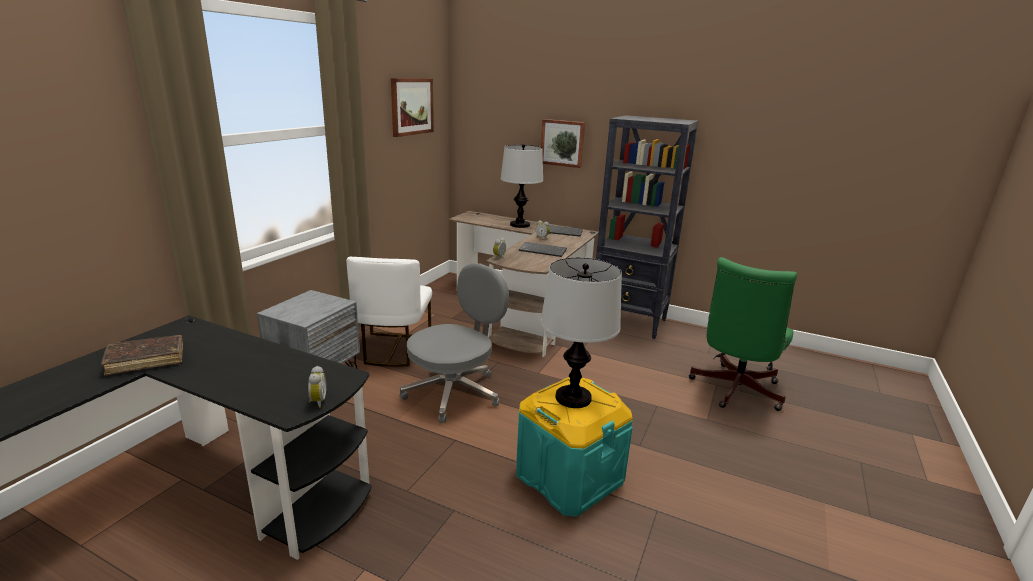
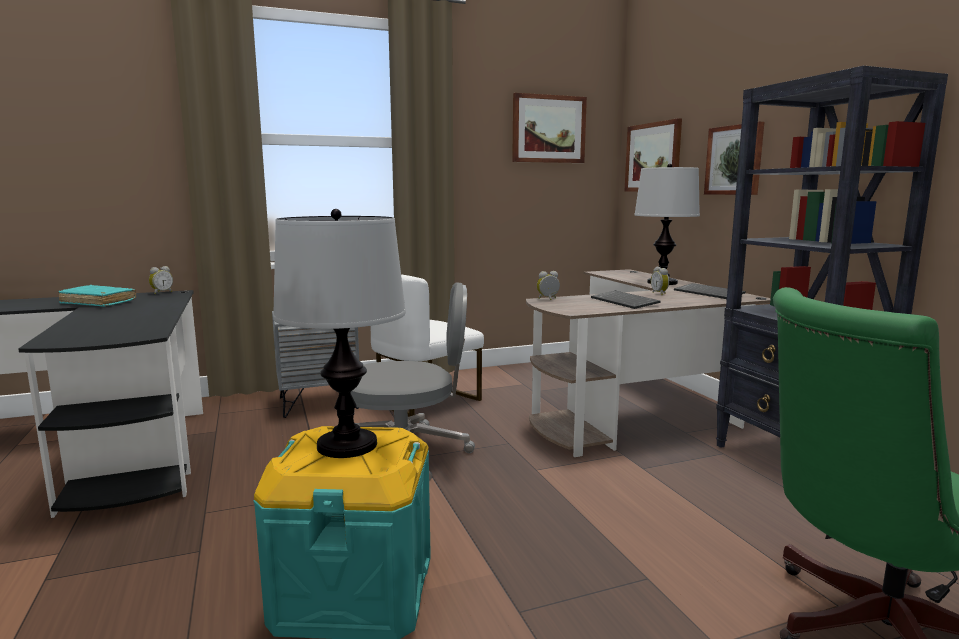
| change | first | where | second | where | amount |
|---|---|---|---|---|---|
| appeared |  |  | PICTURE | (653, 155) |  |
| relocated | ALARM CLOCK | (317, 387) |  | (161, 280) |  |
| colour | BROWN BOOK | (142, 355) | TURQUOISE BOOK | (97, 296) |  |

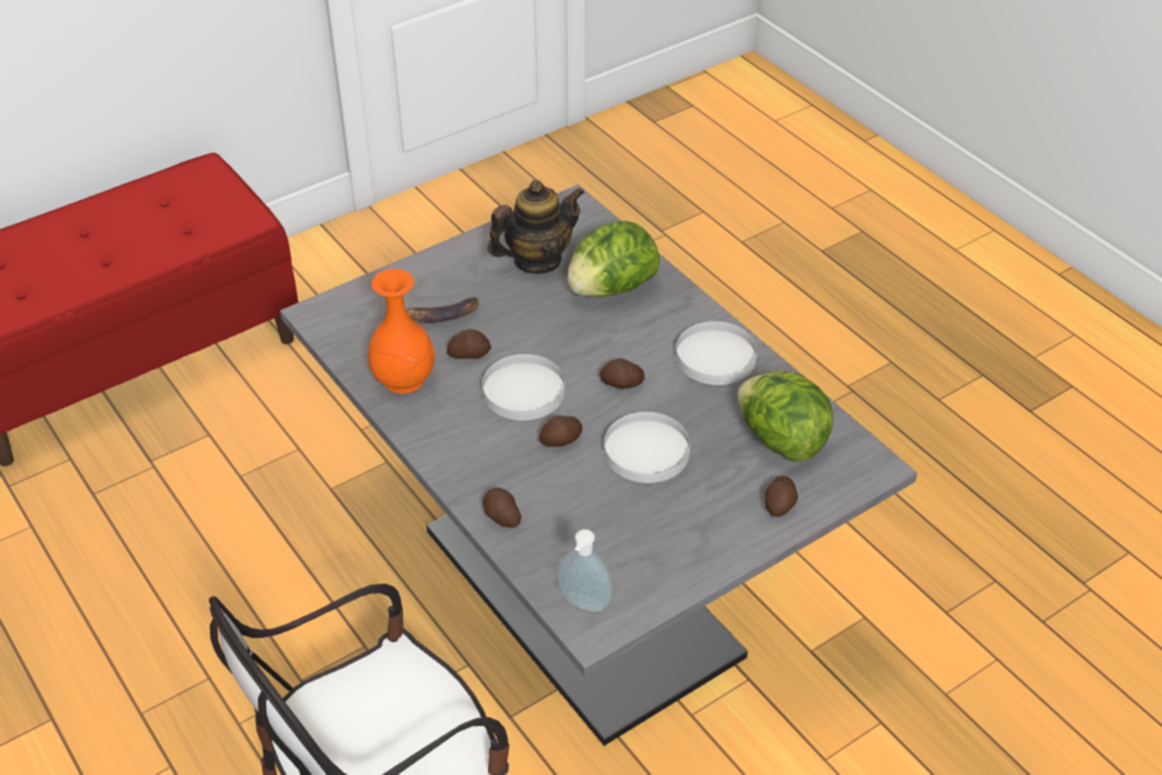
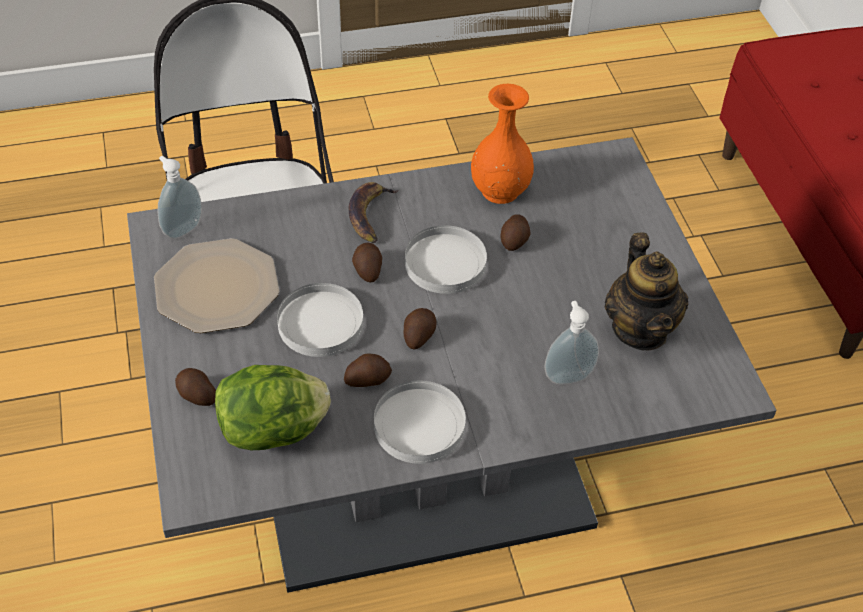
| change | first | where | second | where | amount |
|---|---|---|---|---|---|
| appeared |  |  | PLATE | (217, 285) |  |
| relocated | BANANA | (442, 310) |  | (373, 212) |  |
| relocated | POTATO | (502, 508) |  | (368, 370) |  |
| exchanged | LETTUCE | (613, 259) | SOAP DISPENSER | (571, 342) |  |

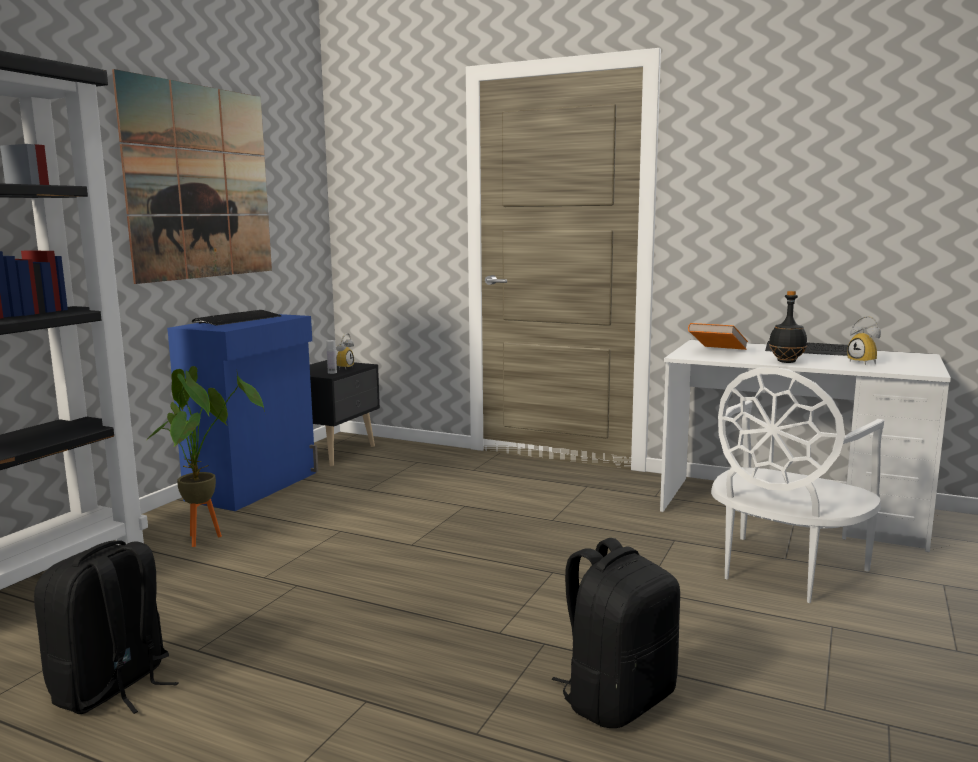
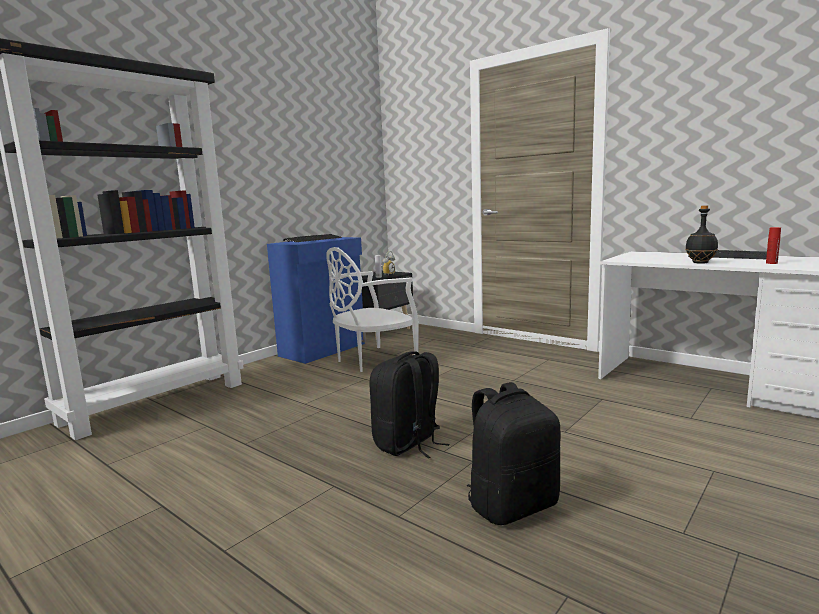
| change | first | where | second | where | amount |
|---|---|---|---|---|---|
| missing | PICTURE | (192, 176) |  |  |  |
| missing | POTTED PLANT | (206, 456) |  |  |  |
| missing | ORANGE BOOK | (718, 336) |  |  |  |
| relocated | BLACK BACKPACK | (106, 627) |  | (410, 404) |  |
| relocated | WHITE CHAIR | (797, 485) |  | (372, 309) |  |
| exchanged | ALARM CLOCK | (864, 340) | RED BOTTLE | (773, 245) |  |

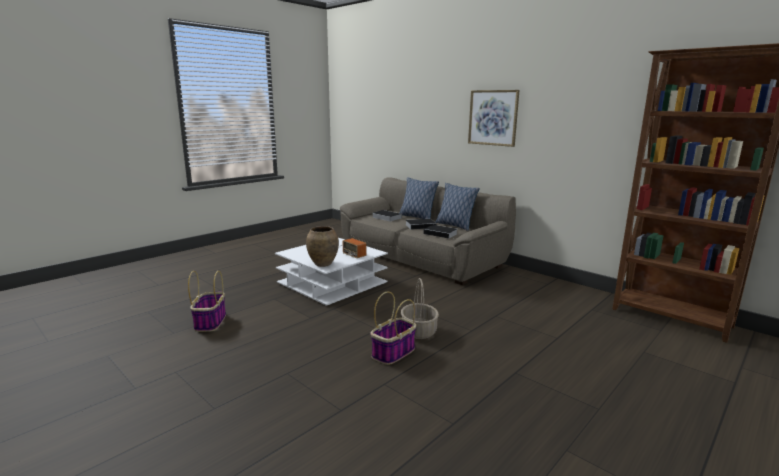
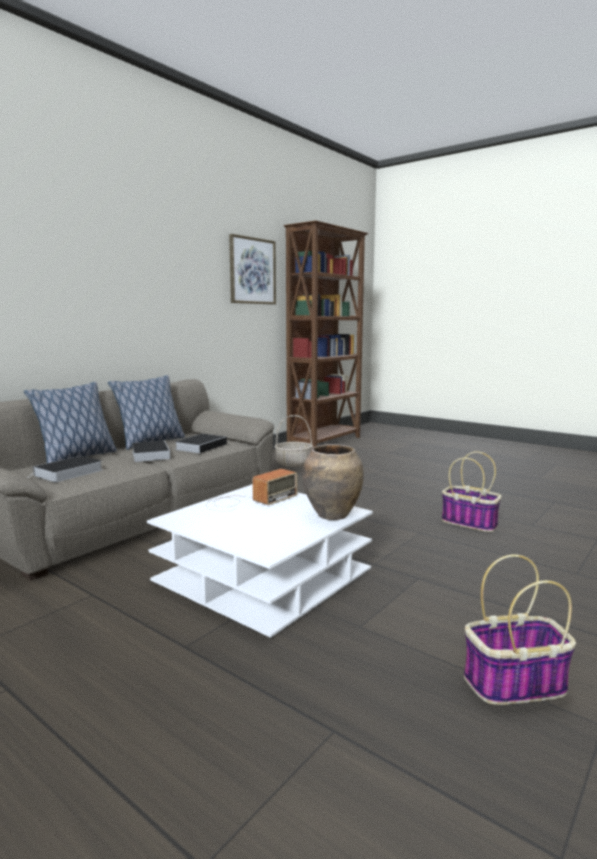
| change | first | where | second | where | amount |
|---|---|---|---|---|---|
| relocated | BASKET | (420, 308) |  | (294, 441) |  |
| relocated | PICTURE | (494, 118) |  | (252, 269) |  |

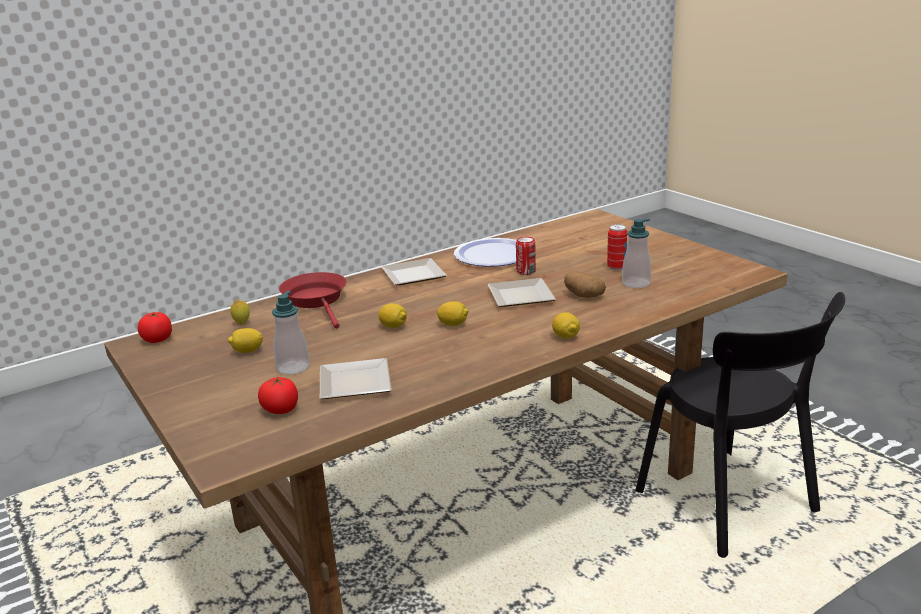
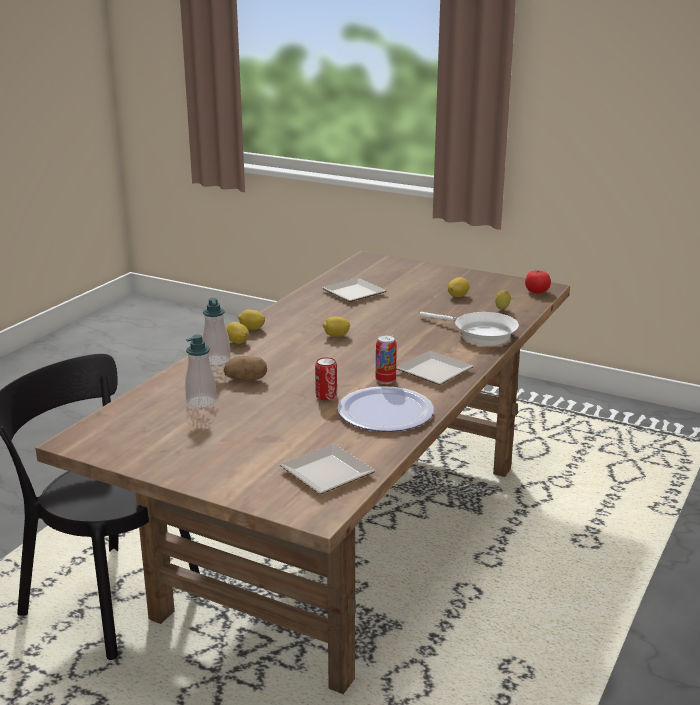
| change | first | where | second | where | amount |
|---|---|---|---|---|---|
| missing | TOMATO | (278, 395) |  |  |  |
| relocated | SOAP DISPENSER | (291, 333) |  | (216, 331) |  |
| relocated | LEMON | (392, 315) |  | (251, 320) |  |
| relocated | PLATE | (522, 292) |  | (328, 469) |  |
| relocated | CAN | (617, 247) |  | (386, 359) |  |
| colour | RED FRYING PAN | (313, 300) | WHITE FRYING PAN | (469, 328) |  |

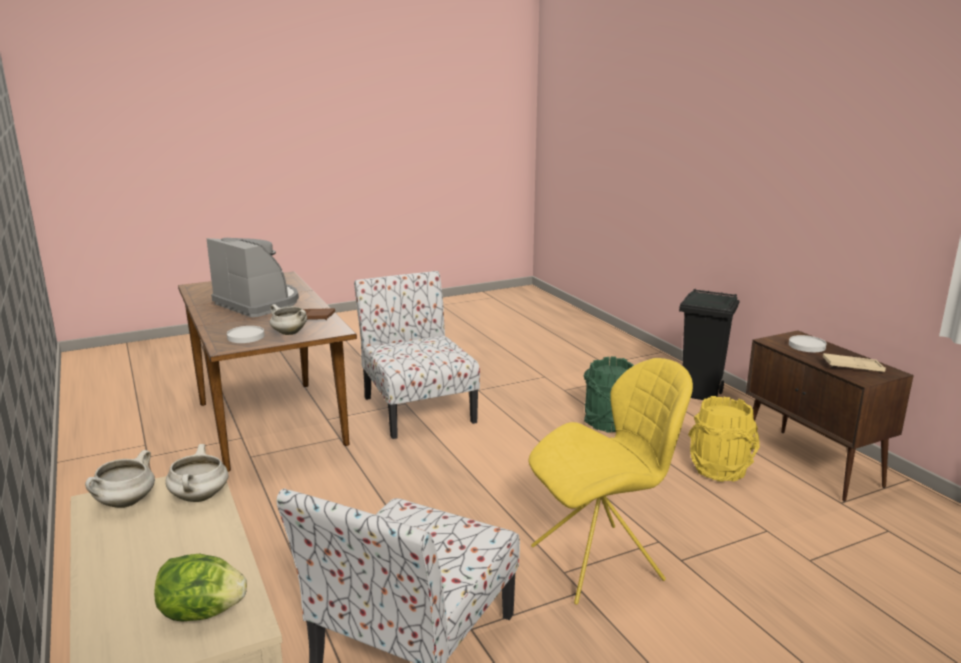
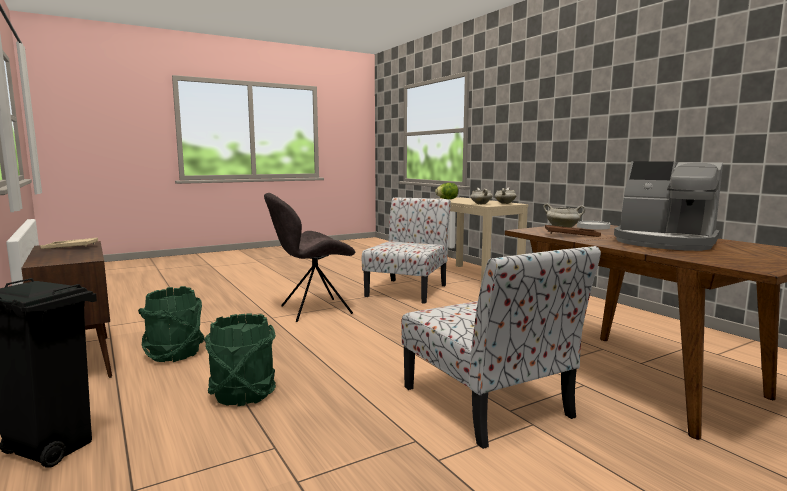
| change | first | where | second | where | amount |
|---|---|---|---|---|---|
| missing | WHITE PLATE | (808, 343) |  |  |  |
| colour | YELLOW CHAIR | (610, 481) | GREY CHAIR | (309, 257) |  |
| colour | YELLOW BUCKET | (724, 439) | GREEN BUCKET | (171, 324) |  |

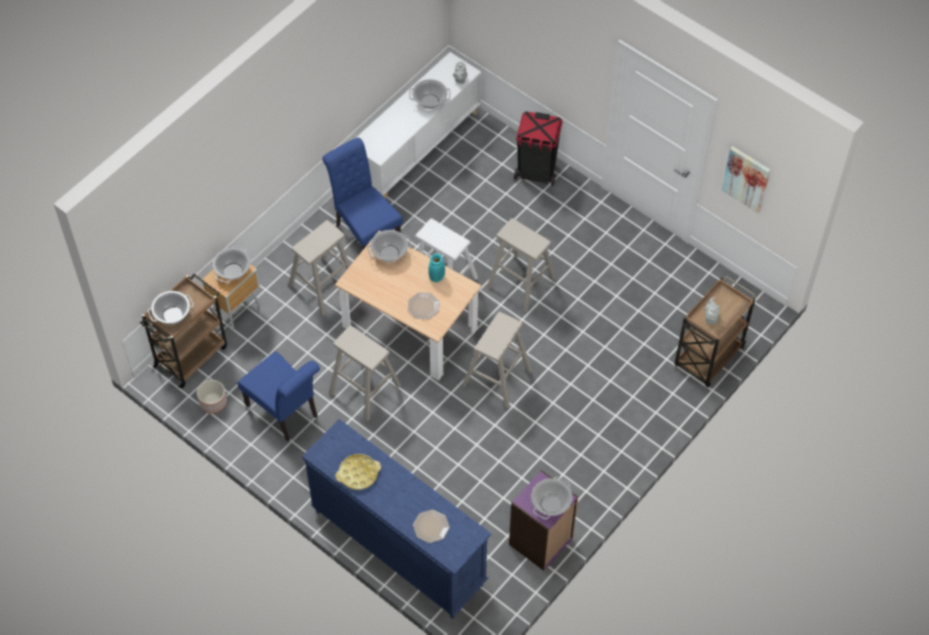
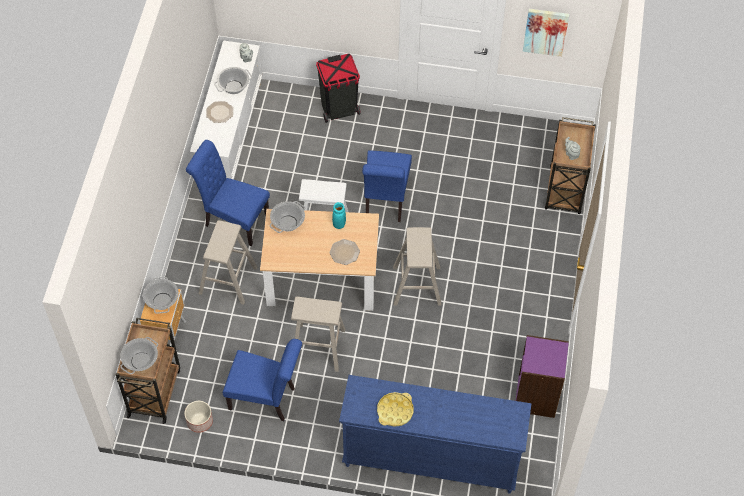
| change | first | where | second | where | amount |
|---|---|---|---|---|---|
| missing | COOKING POT | (551, 498) |  |  |  |
| relocated | PLATE | (431, 526) |  | (219, 112) |  |
| exchanged | BEIGE STOOL | (521, 265) | BLUE CHAIR | (387, 186) |  |

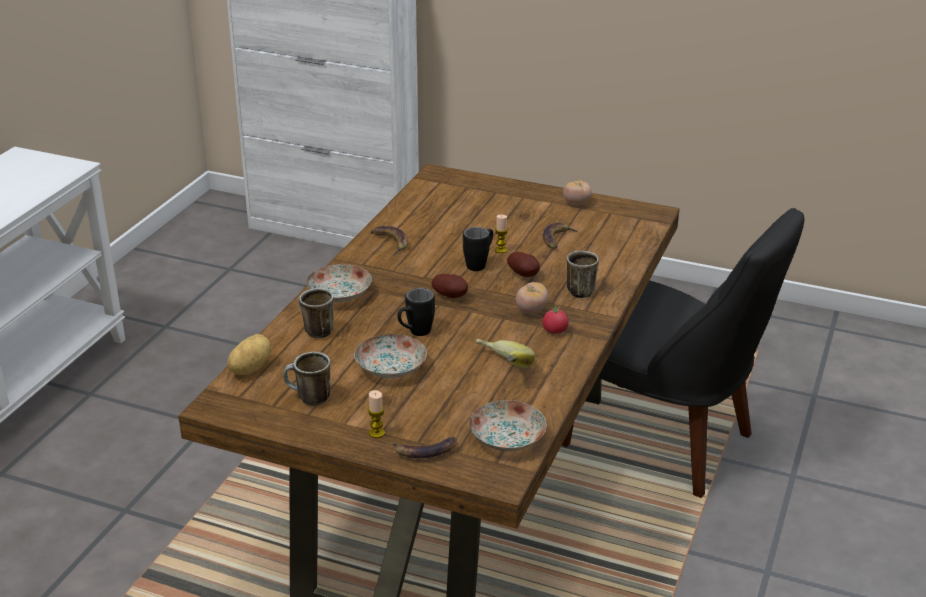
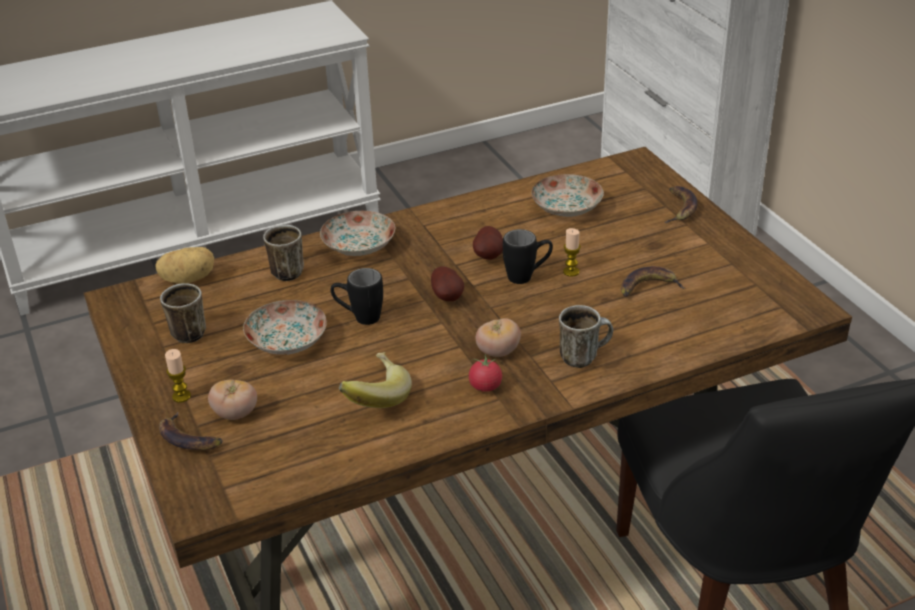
| change | first | where | second | where | amount |
|---|---|---|---|---|---|
| relocated | BANANA | (389, 241) |  | (681, 204) |  |
| relocated | PLATE | (508, 426) |  | (567, 195) |  |
| relocated | POTATO | (523, 264) |  | (488, 243) |  |
| relocated | TOMATO | (577, 192) |  | (232, 399) |  |

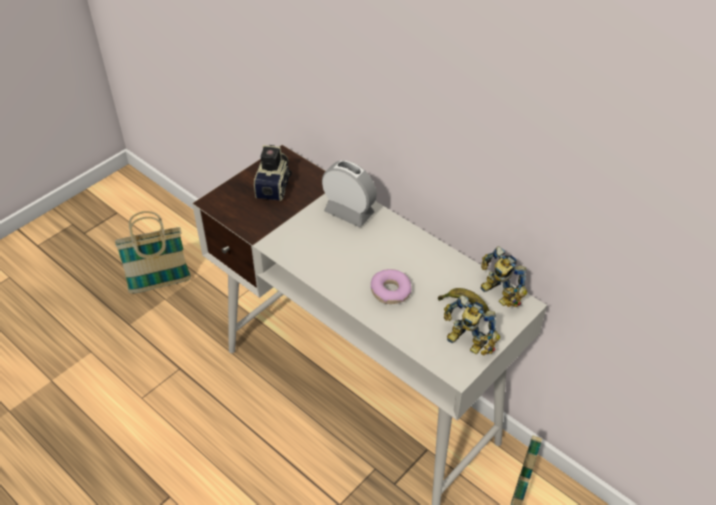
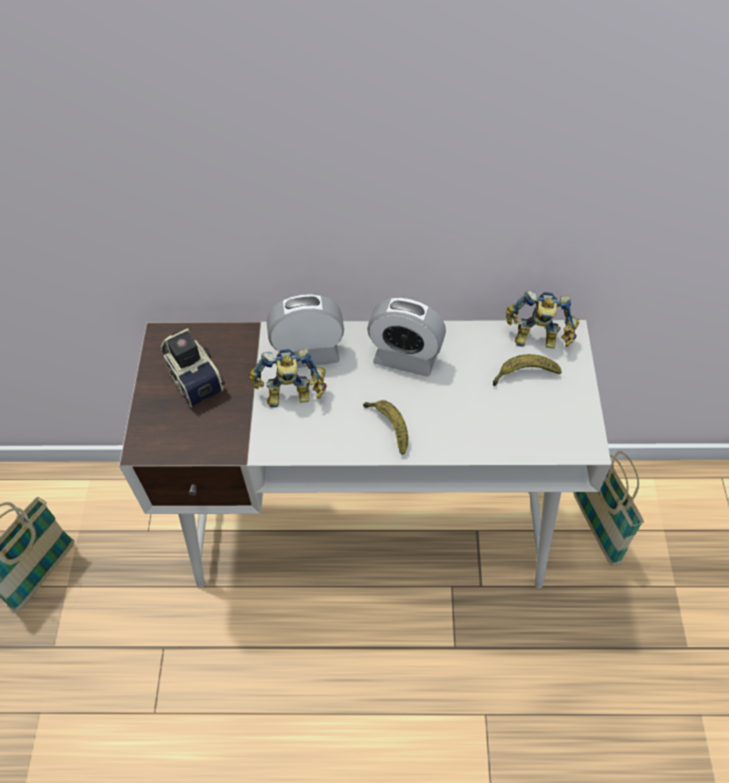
| change | first | where | second | where | amount |
|---|---|---|---|---|---|
| missing | DONUT | (391, 286) |  |  |  |
| appeared |  |  | BANANA | (385, 427) |  |
| appeared |  |  | ALARM CLOCK | (406, 337) |  |
| relocated | TOY ROBOT | (472, 325) |  | (288, 377) |  |

